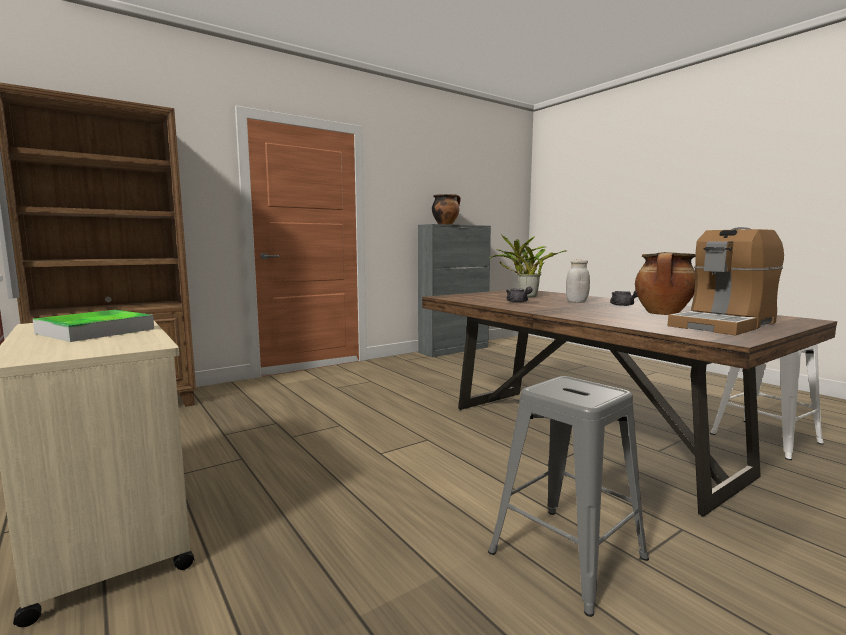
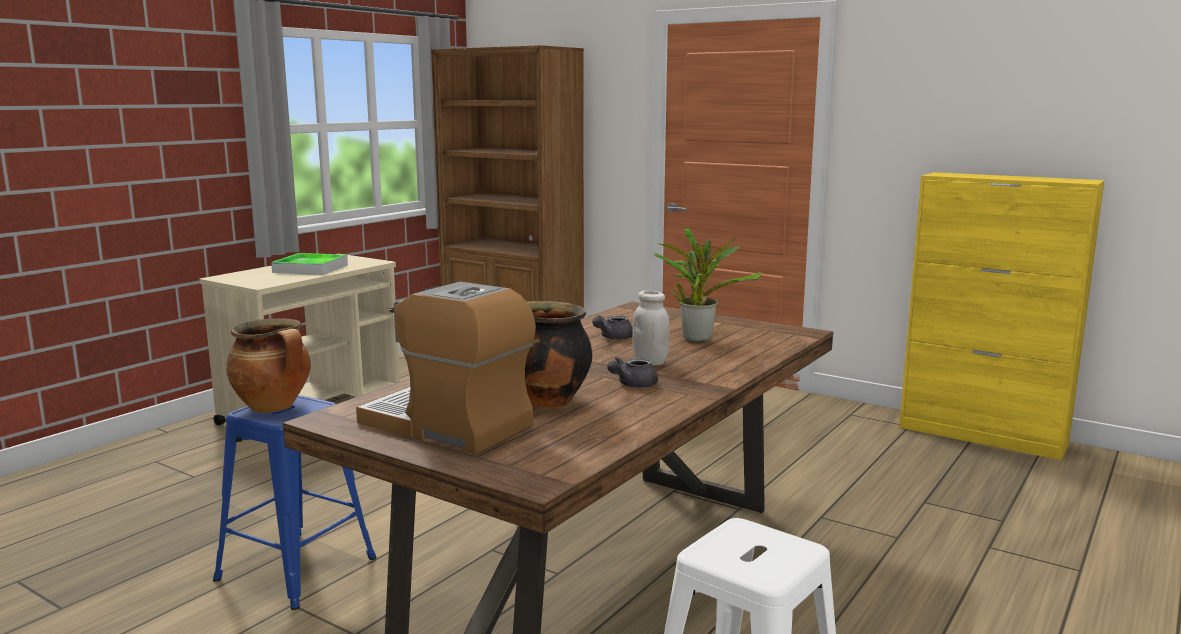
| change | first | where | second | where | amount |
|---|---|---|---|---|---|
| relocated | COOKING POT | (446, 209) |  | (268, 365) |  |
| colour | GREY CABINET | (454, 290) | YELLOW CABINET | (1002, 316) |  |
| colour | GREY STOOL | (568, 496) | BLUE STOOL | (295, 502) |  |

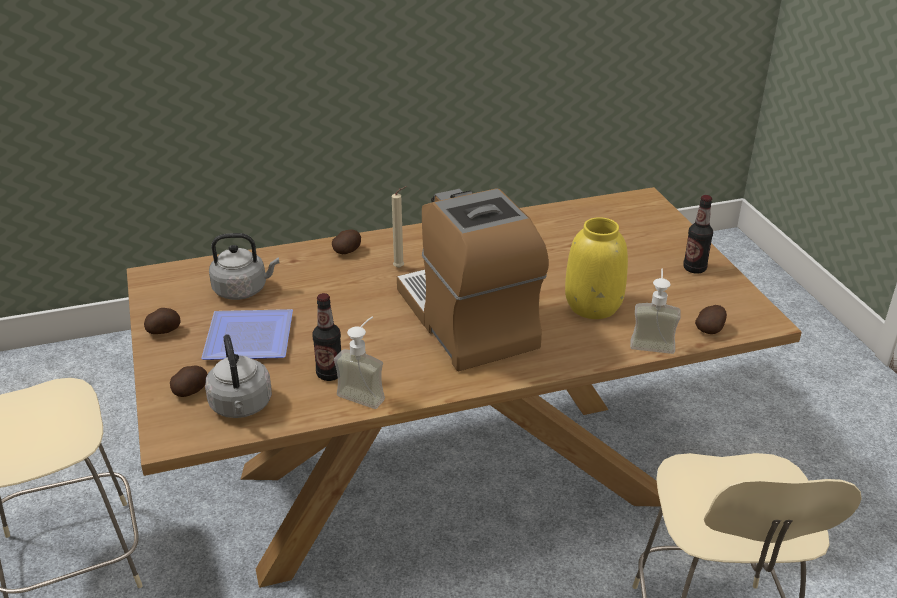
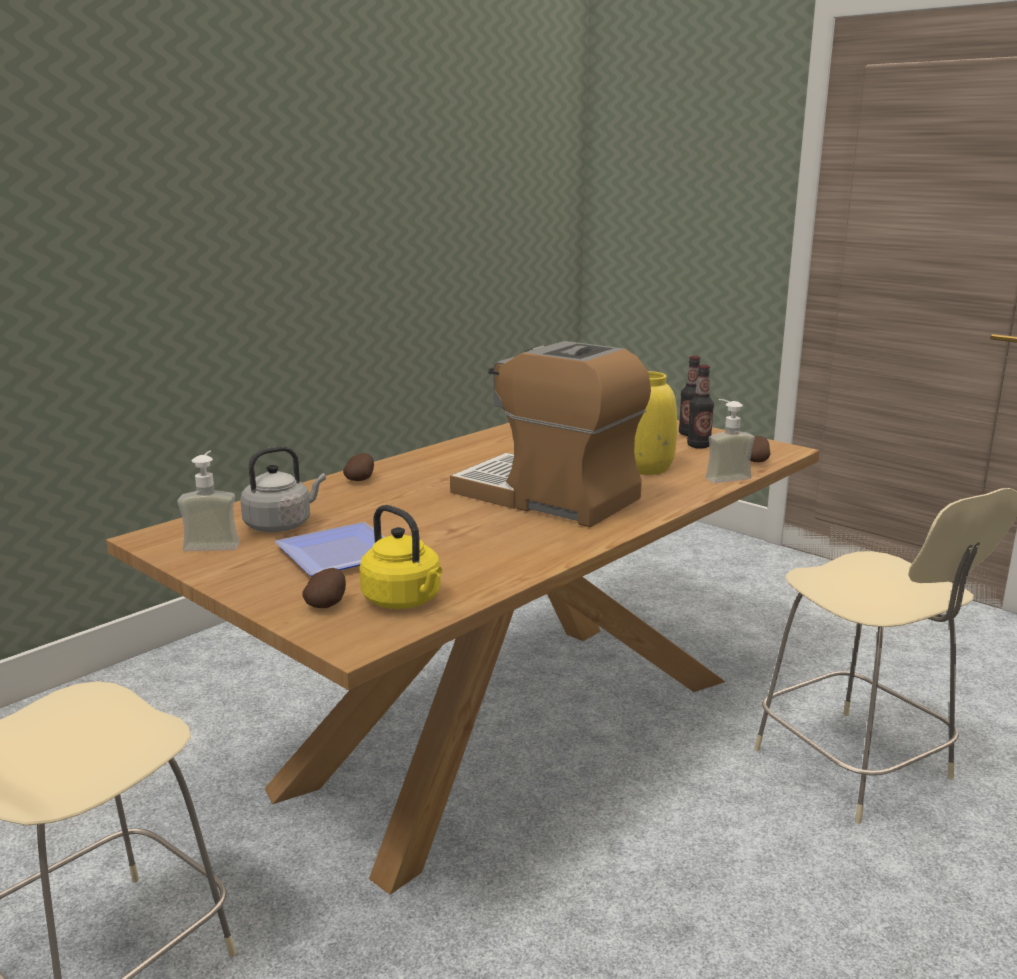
| change | first | where | second | where | amount |
|---|---|---|---|---|---|
| missing | POTATO | (162, 321) |  |  |  |
| missing | BEIGE CANDLE | (399, 227) |  |  |  |
| relocated | BOTTLE | (326, 337) |  | (700, 407) |  |
| relocated | SOAP DISPENSER | (359, 362) |  | (208, 500) |  |
| colour | GREY KETTLE | (238, 376) | YELLOW KETTLE | (400, 557) |  |

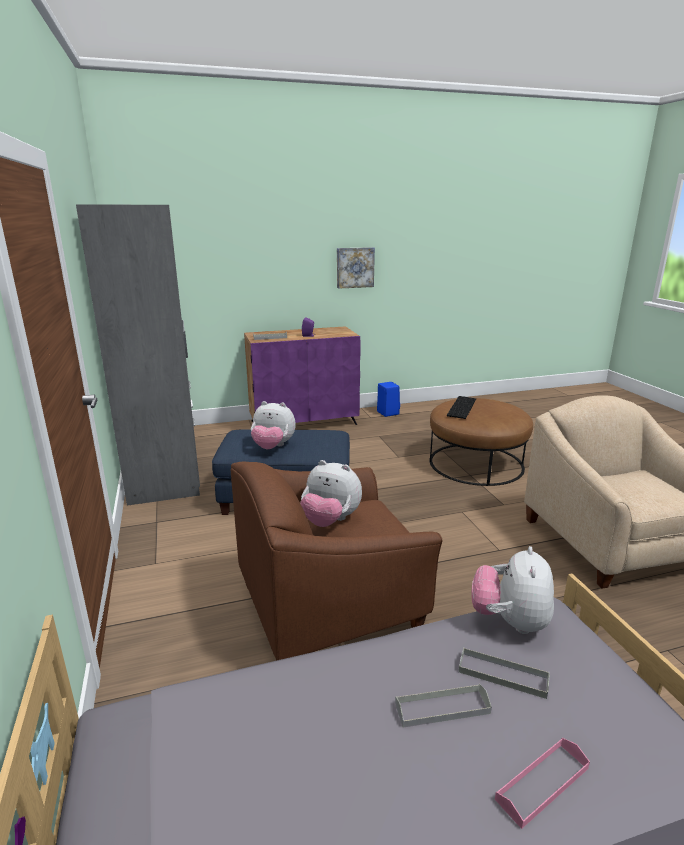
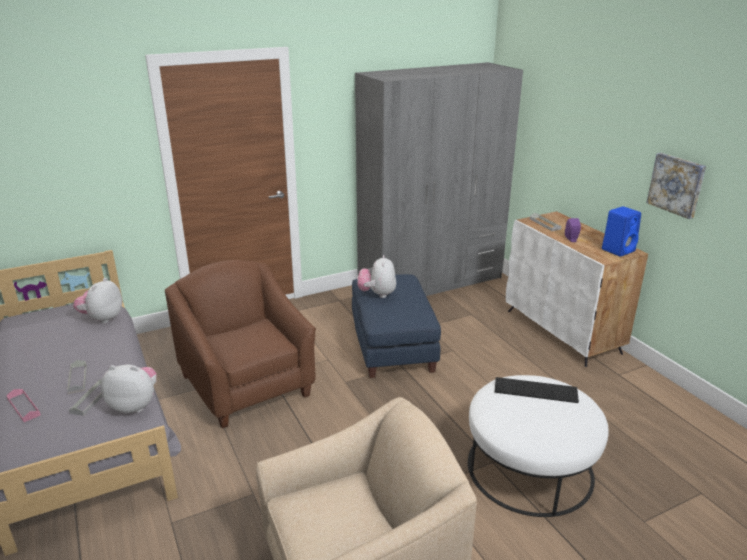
| change | first | where | second | where | amount |
|---|---|---|---|---|---|
| relocated | PLUSH TOY | (331, 493) |  | (97, 300) |  |
| relocated | BLUE SPEAKER | (388, 399) |  | (621, 231) |  |
| colour | PURPLE CABINET | (302, 375) | WHITE CABINET | (577, 289) |  |
| colour | BROWN OTTOMAN | (481, 442) | WHITE OTTOMAN | (538, 446) |  |

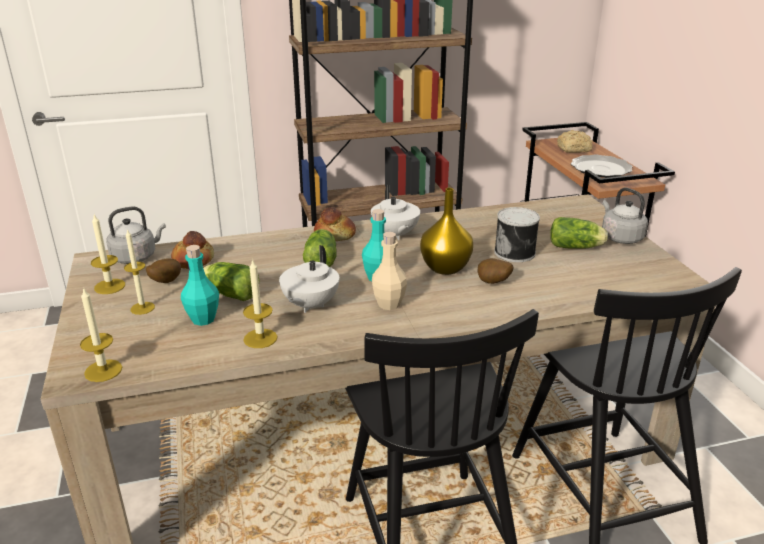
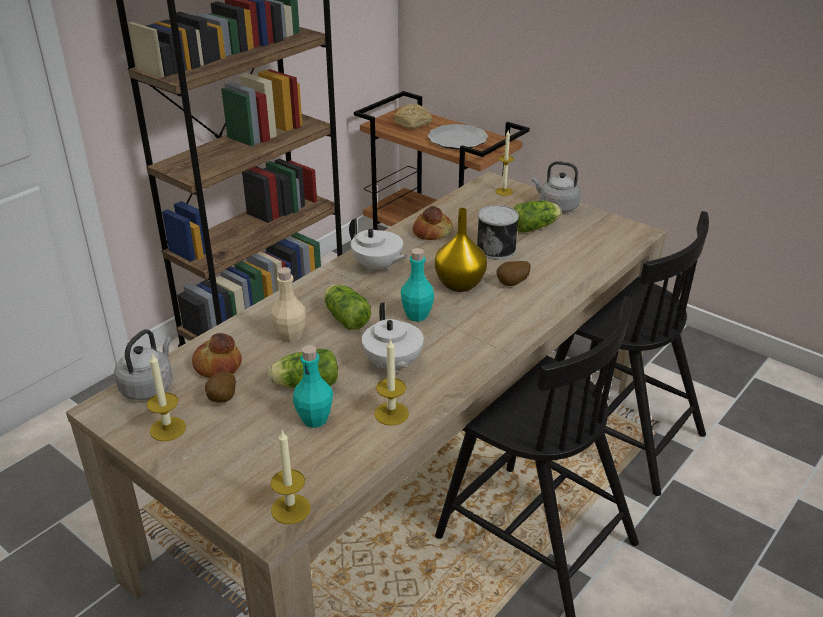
| change | first | where | second | where | amount |
|---|---|---|---|---|---|
| relocated | CANDLE | (139, 272) |  | (504, 163) |  |
| relocated | BREAD | (335, 224) |  | (433, 223) |  |
| relocated | BEIGE BOTTLE | (389, 271) |  | (288, 305) |  |

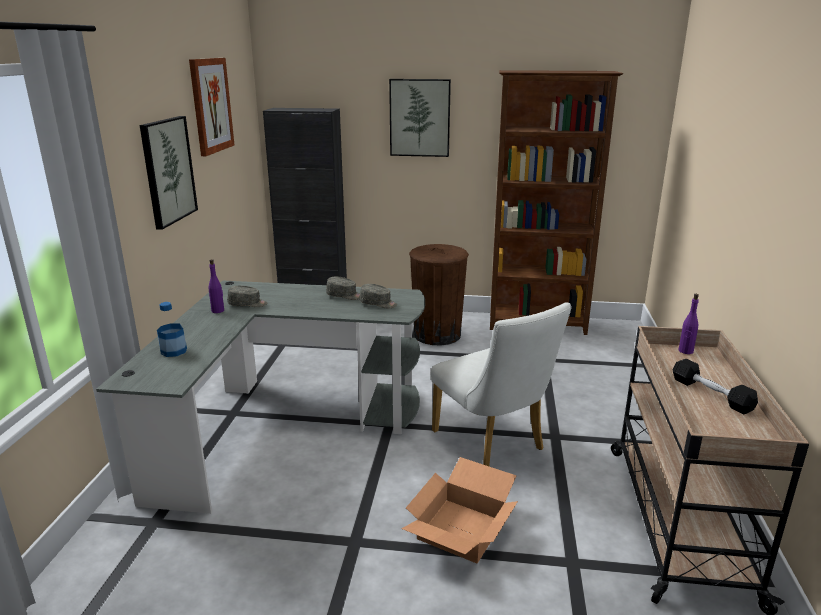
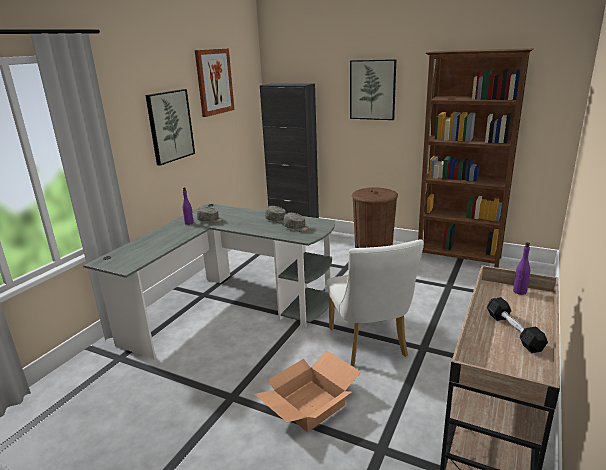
| change | first | where | second | where | amount |
|---|---|---|---|---|---|
| missing | BOTTLE | (172, 329) |  |  |  |

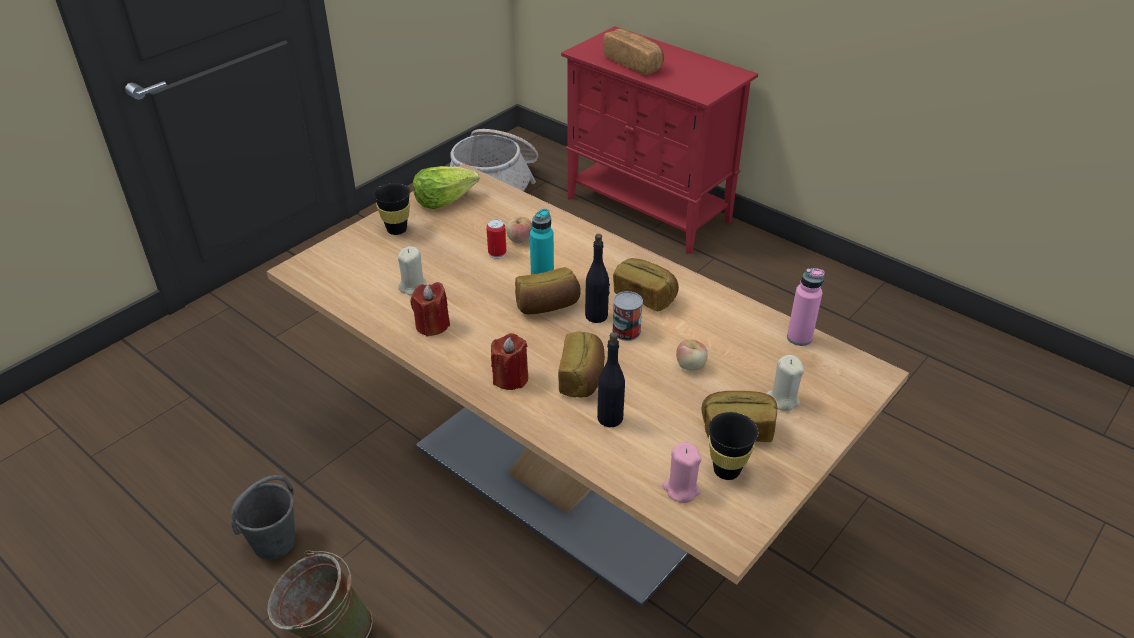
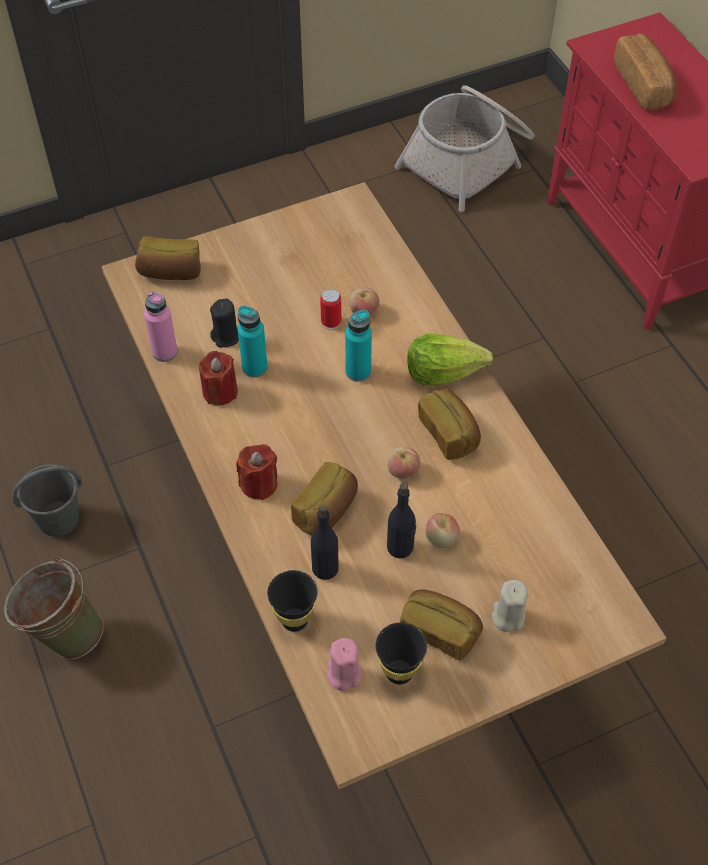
| change | first | where | second | where | amount |
|---|---|---|---|---|---|
| appeared |  |  | TURQUOISE BOTTLE | (253, 341) |  |
| relocated | BLACK CUP | (391, 209) |  | (292, 601) |  |
| relocated | LETTUCE | (446, 187) |  | (450, 360) |  |
| relocated | BREAD | (548, 291) |  | (168, 258) |  |
| relocated | BLACK BOTTLE | (597, 278) |  | (401, 520) |  |
| relocated | PINK BOTTLE | (806, 307) |  | (161, 326) |  |
| exchanged | CAN | (627, 316) | APPLE | (404, 463) |  |
| colour | BEIGE CANDLE | (412, 270) | BLACK CANDLE | (224, 323) |  |

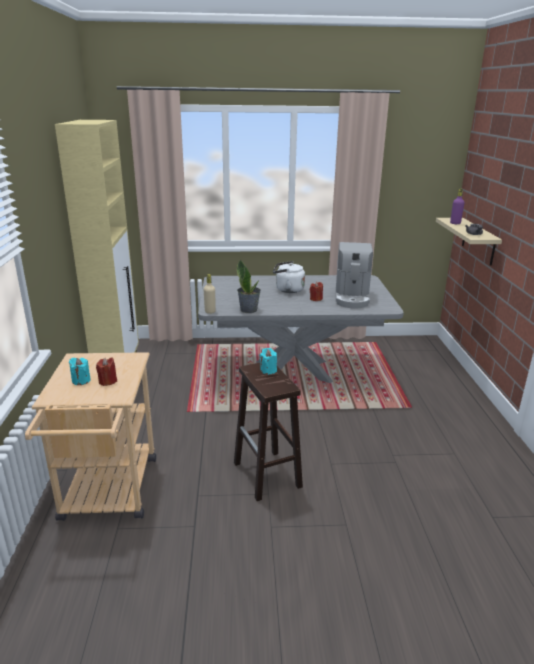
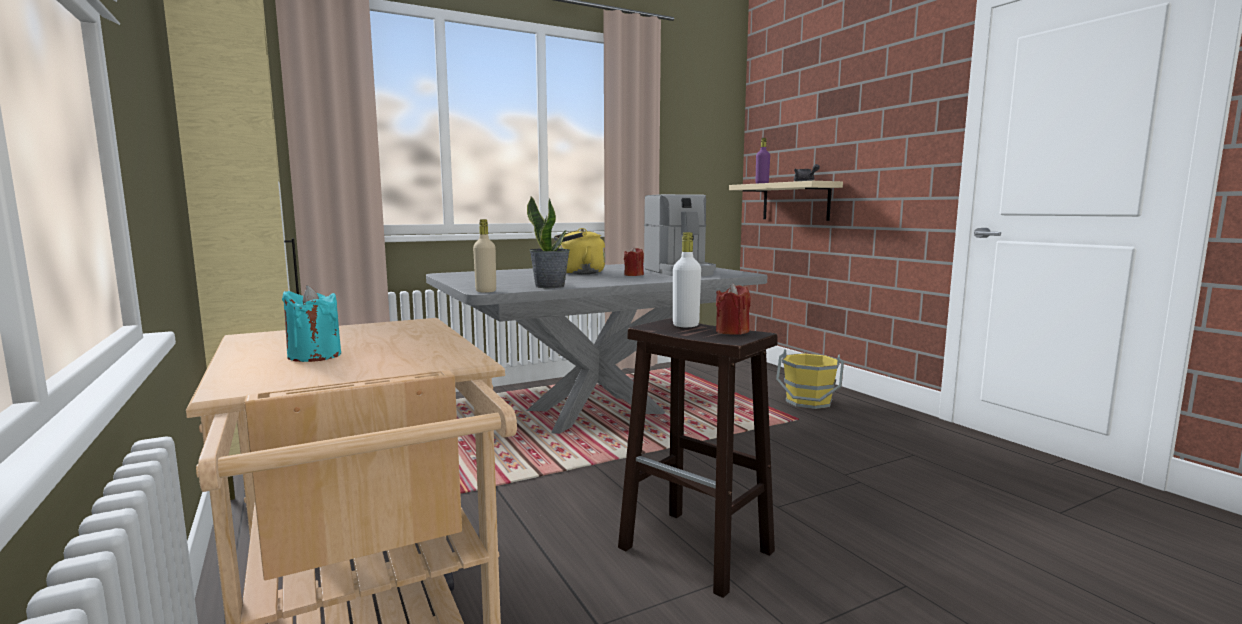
| change | first | where | second | where | amount |
|---|---|---|---|---|---|
| appeared |  |  | YELLOW BUCKET | (810, 379) |  |
| relocated | RED CANDLE | (106, 371) |  | (733, 309) |  |
| exchanged | TURQUOISE CANDLE | (268, 361) | WHITE BOTTLE | (687, 279) |  |
| colour | WHITE KETTLE | (289, 277) | YELLOW KETTLE | (579, 251) |  |

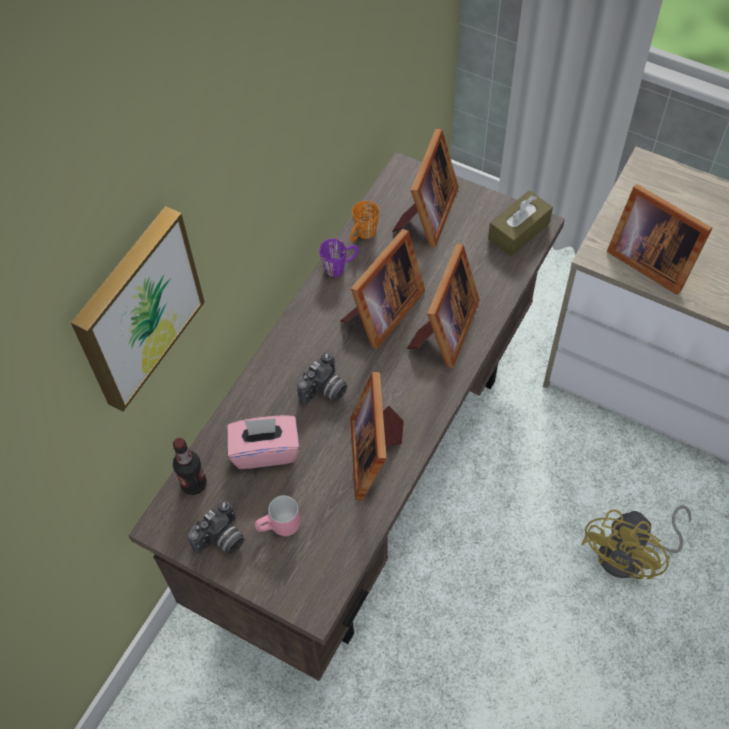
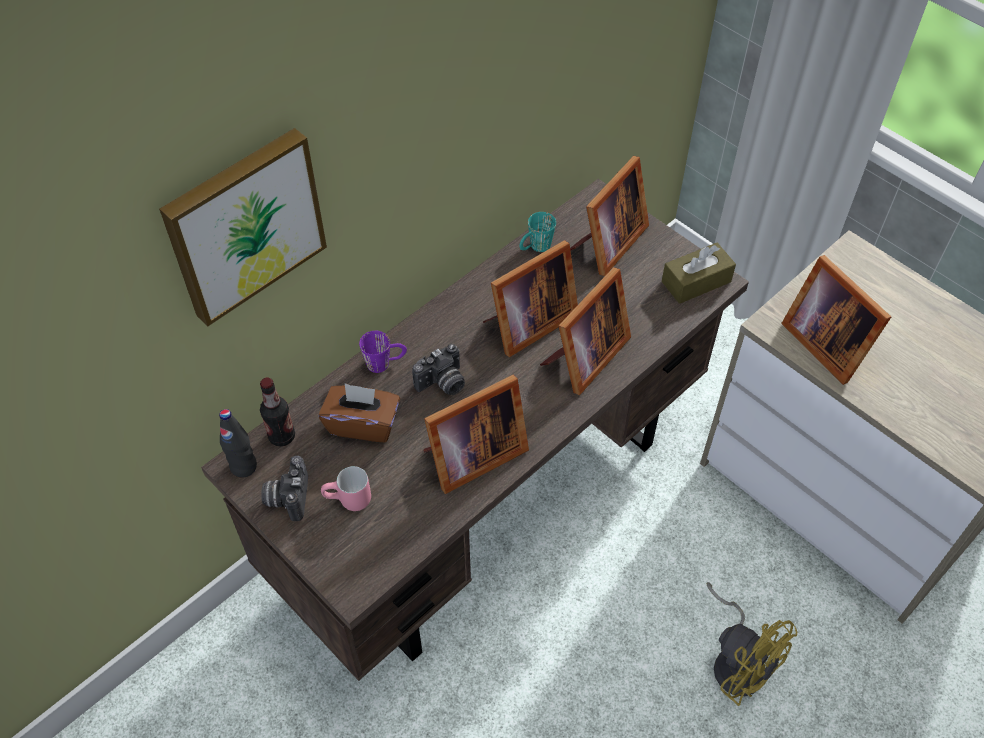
| change | first | where | second | where | amount |
|---|---|---|---|---|---|
| appeared |  |  | BLACK BOTTLE | (238, 443) |  |
| relocated | PURPLE MUG | (339, 258) |  | (383, 352) |  |
| colour | PINK TISSUE BOX | (263, 442) | BROWN TISSUE BOX | (359, 412) |  |
| colour | ORANGE MUG | (364, 221) | TURQUOISE MUG | (537, 232) |  |
| spun | PHOTO CAMERA | (216, 527) |  | (284, 488) | 120 degrees clockwise |
| spun | PICTURE FRAME | (377, 436) |  | (476, 434) | 135 degrees counterclockwise |
| spun | YELLOW FAN | (636, 542) |  | (751, 644) | 90 degrees counterclockwise |

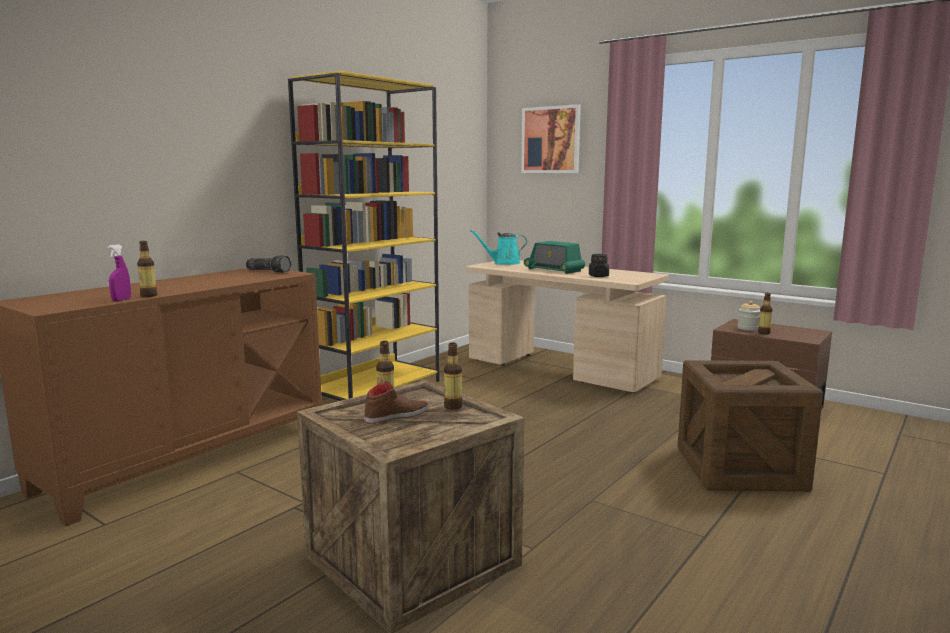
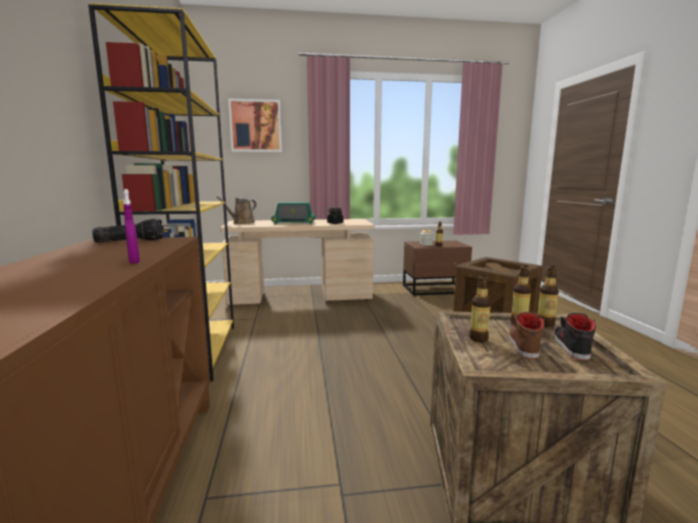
| change | first | where | second | where | amount |
|---|---|---|---|---|---|
| appeared |  |  | BLACK SHOE | (575, 336) |  |
| relocated | PURPLE SPRAY BOTTLE | (119, 272) |  | (131, 226) |  |
| relocated | BOTTLE | (147, 269) |  | (548, 296) |  |
| colour | TURQUOISE WATERING CAN | (498, 247) | BROWN WATERING CAN | (236, 210) |  |

